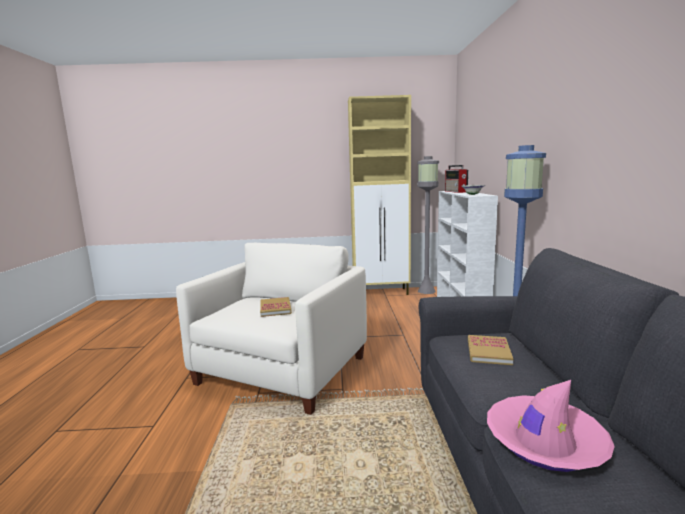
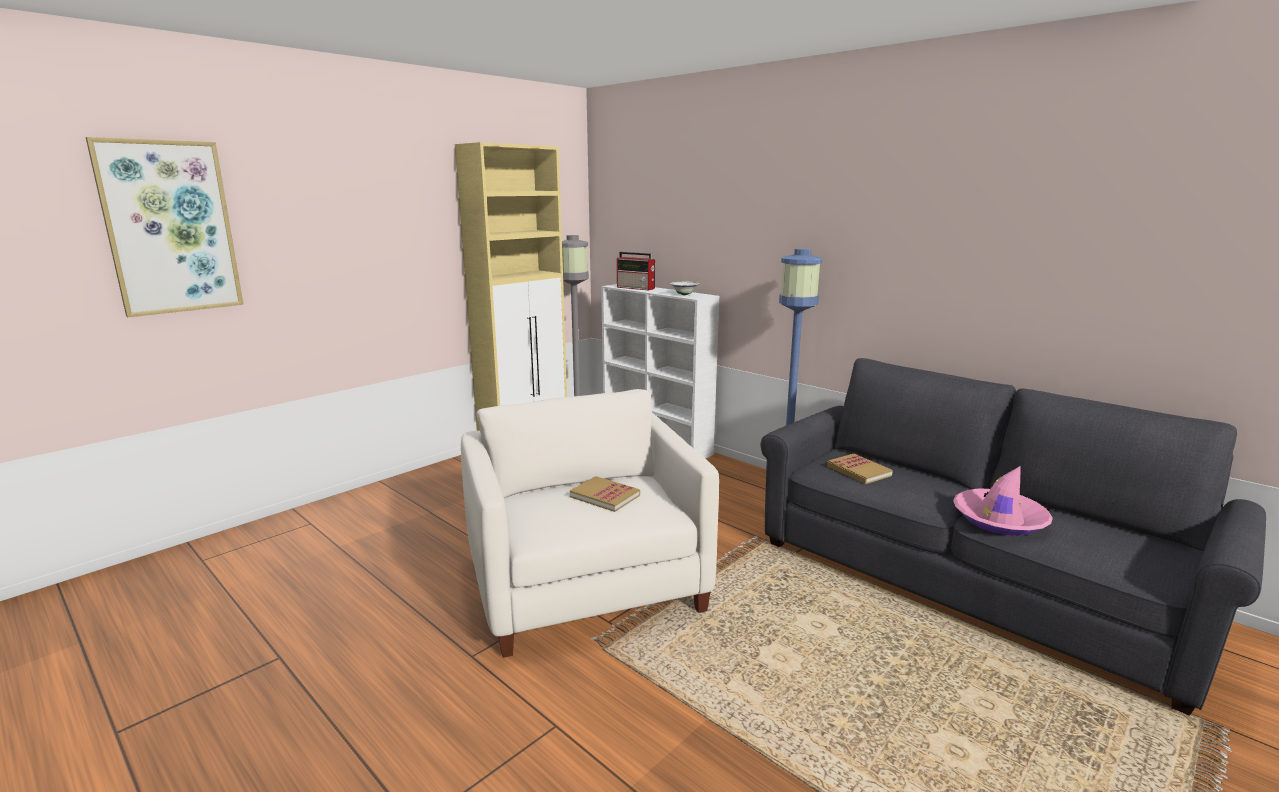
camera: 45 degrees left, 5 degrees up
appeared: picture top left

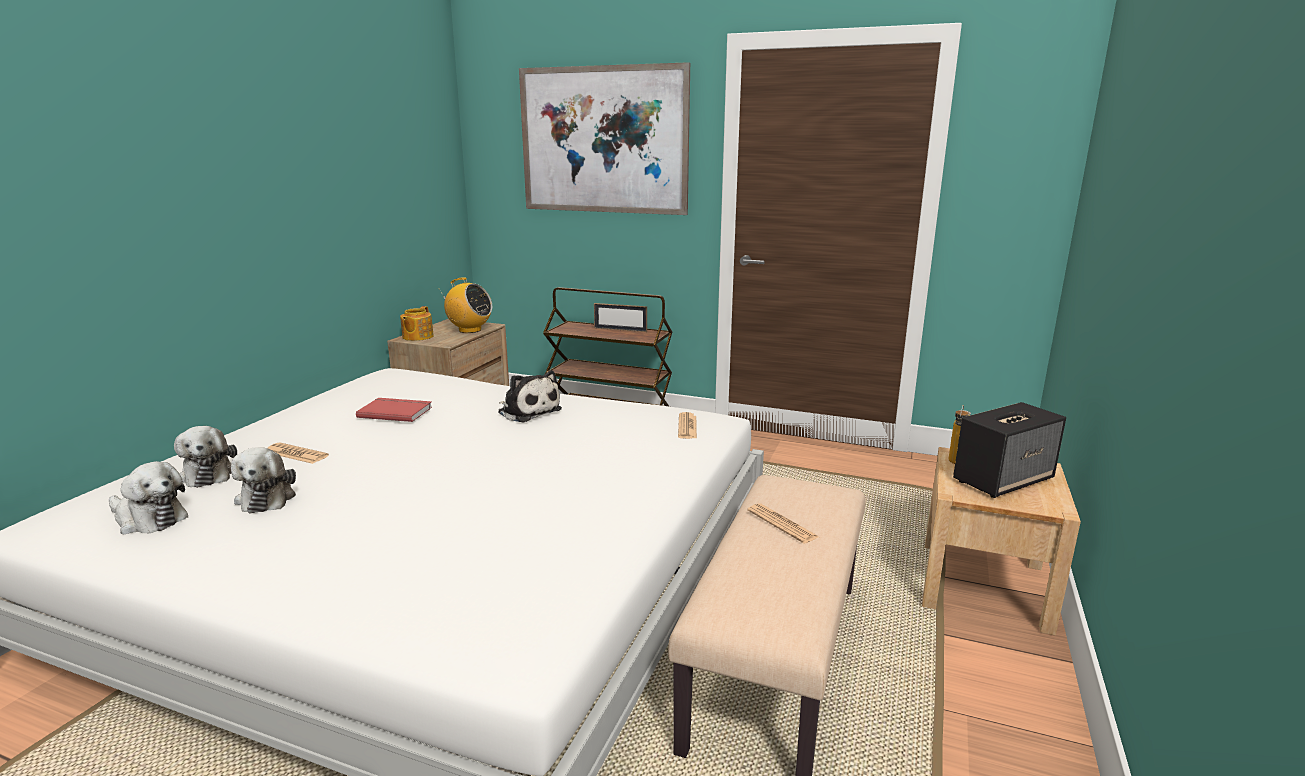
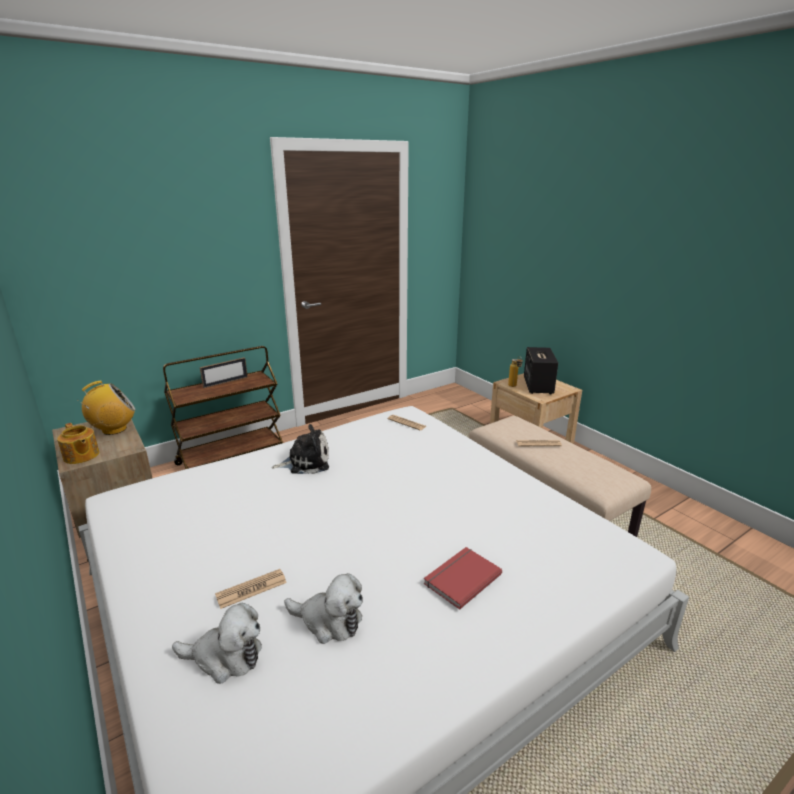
camera: 55 degrees left, 5 degrees up
missing: picture top centre; plush toy (no. 1 from left) middle left
relocated: red book middle left to bottom centre

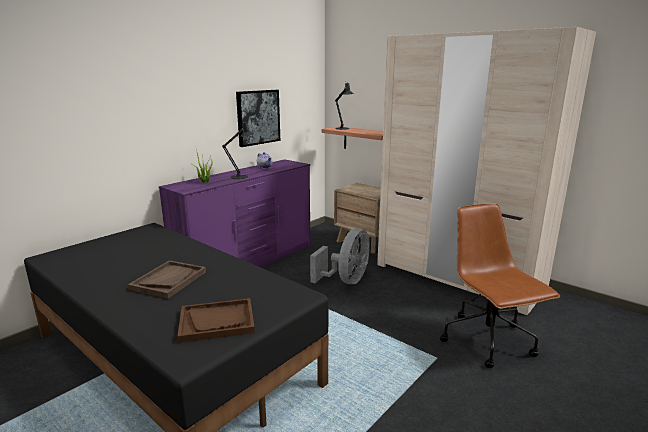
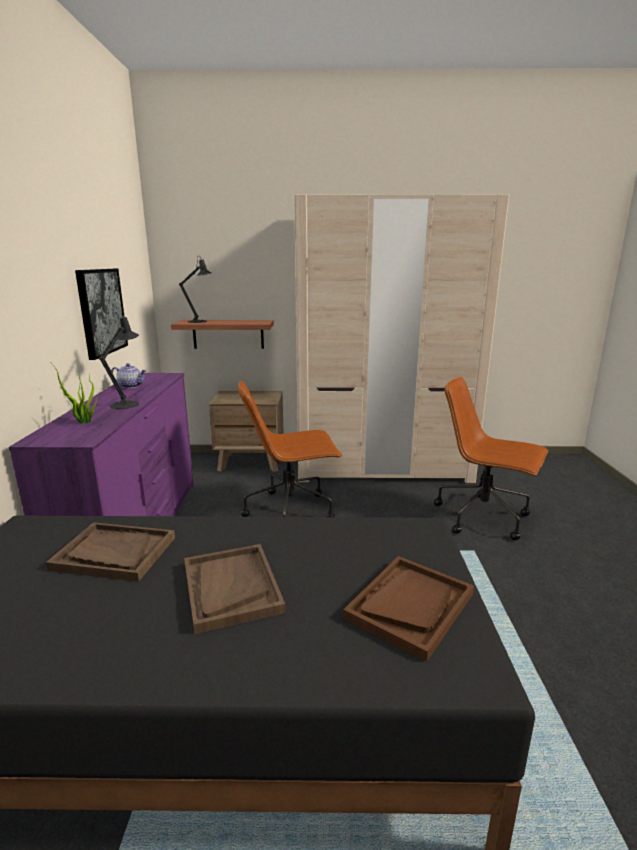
camera: 40 degrees left, 0 degrees up
appeared: brown tray (no. 1 from left) middle left
exchanged: grey fan centre to brown office chair (no. 1 from left) centre

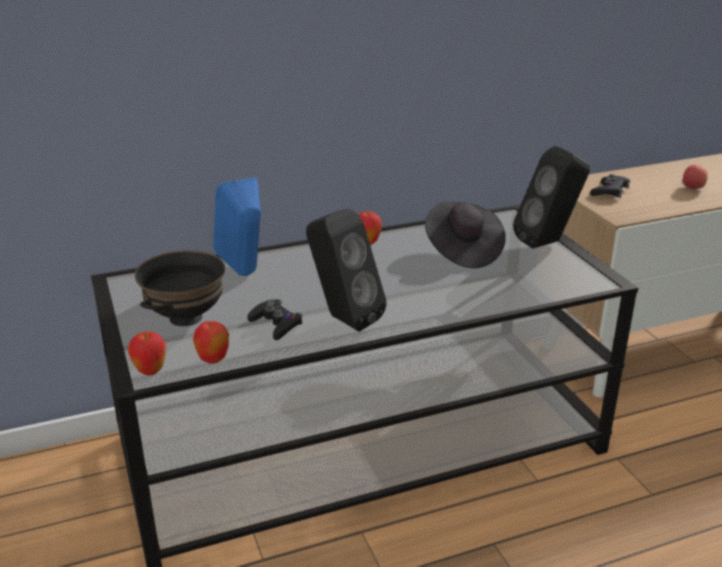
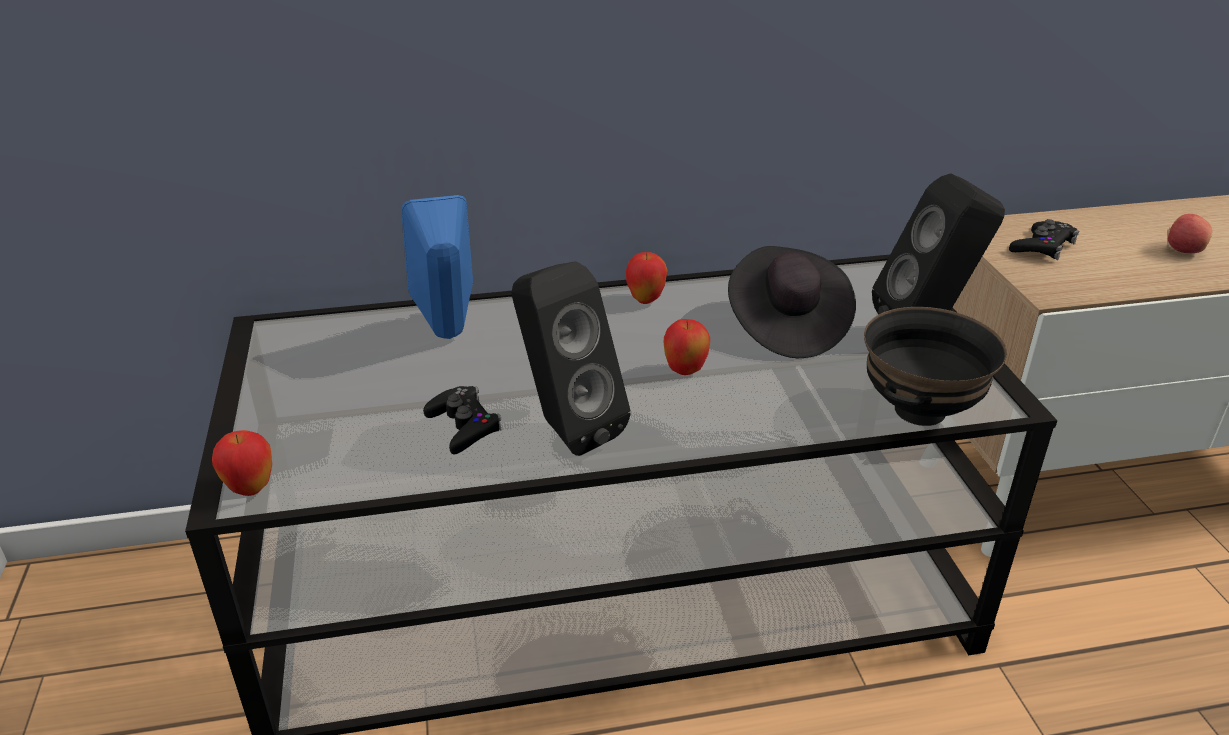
camera: 10 degrees right, 5 degrees up
relocated: black bowl middle left to middle right; apple (no. 2 from left in the first image) middle left to apple (no. 3 from left) centre

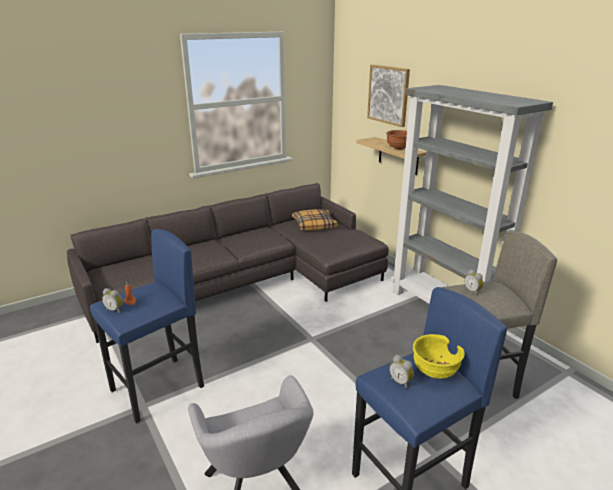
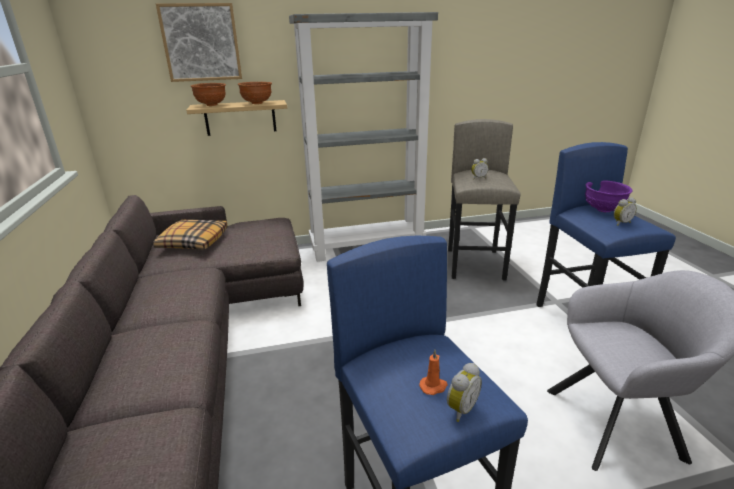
camera: 70 degrees left, 0 degrees up
appeared: brown bowl (no. 1 from left) top left
colour: yellow bowl bottom right to purple bowl middle right

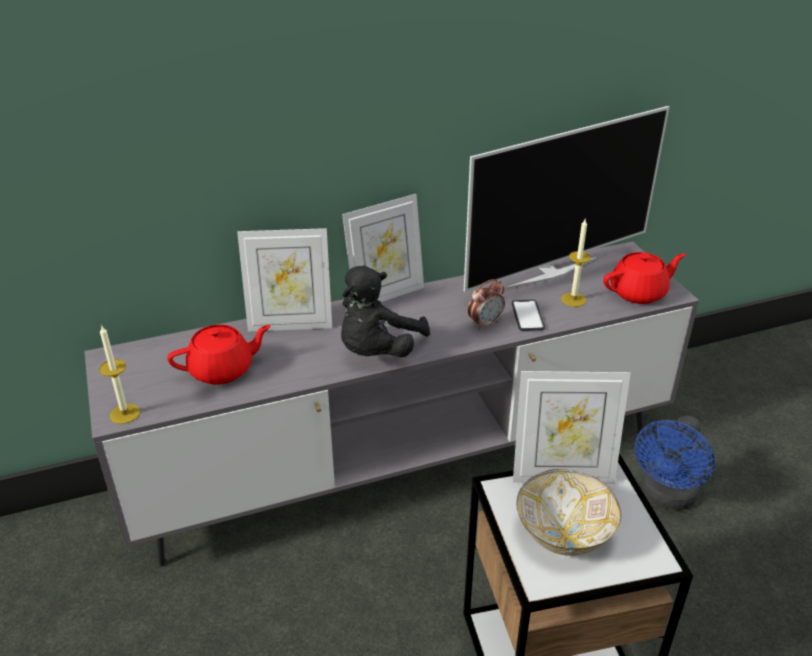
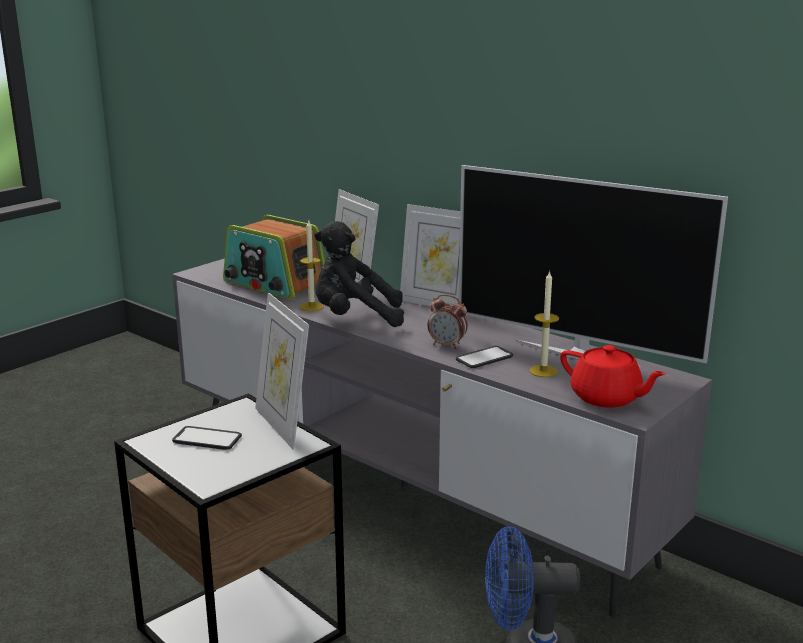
camera: 60 degrees right, 15 degrees down
relocated: candle (no. 1 from left) middle left to centre
exchanged: red teapot (no. 1 from left) middle left to radio centre; bowl bottom right to phone (no. 1 from left) bottom left

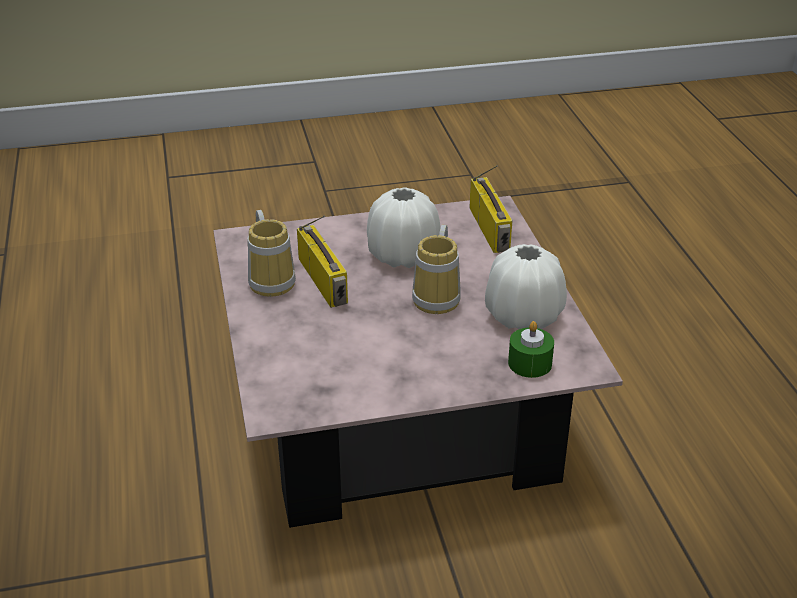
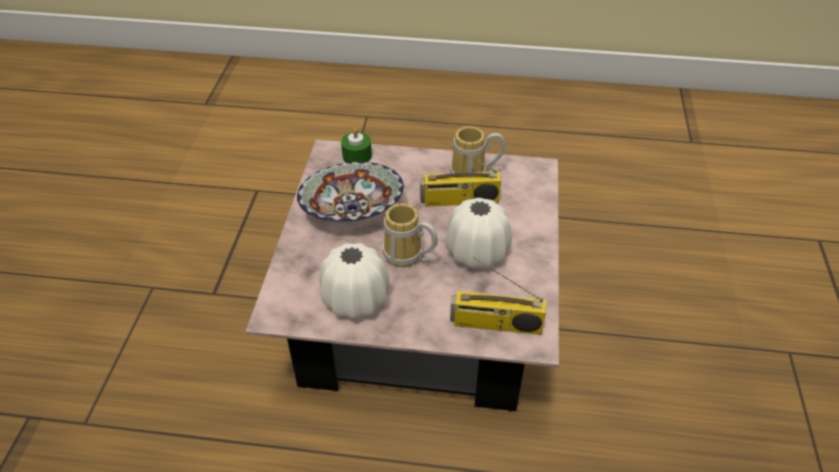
camera: 110 degrees right, 10 degrees up
appeared: bowl centre
relocated: green candle centre to top centre

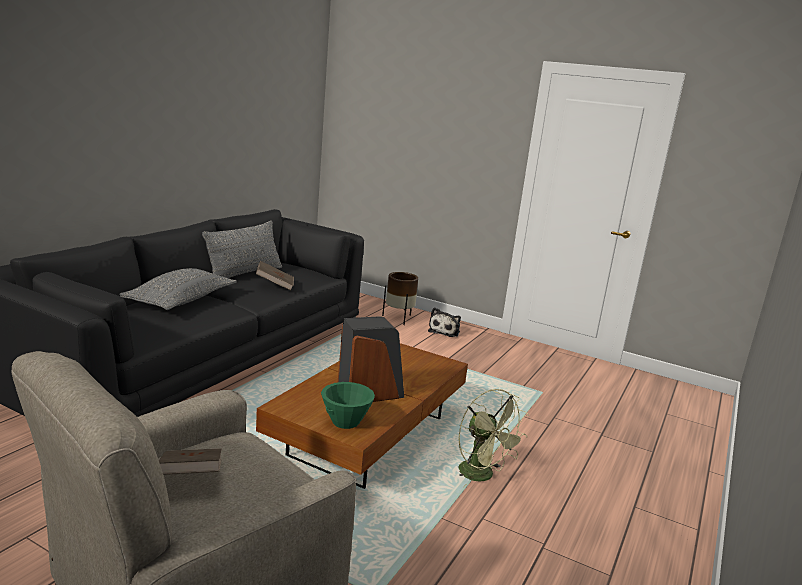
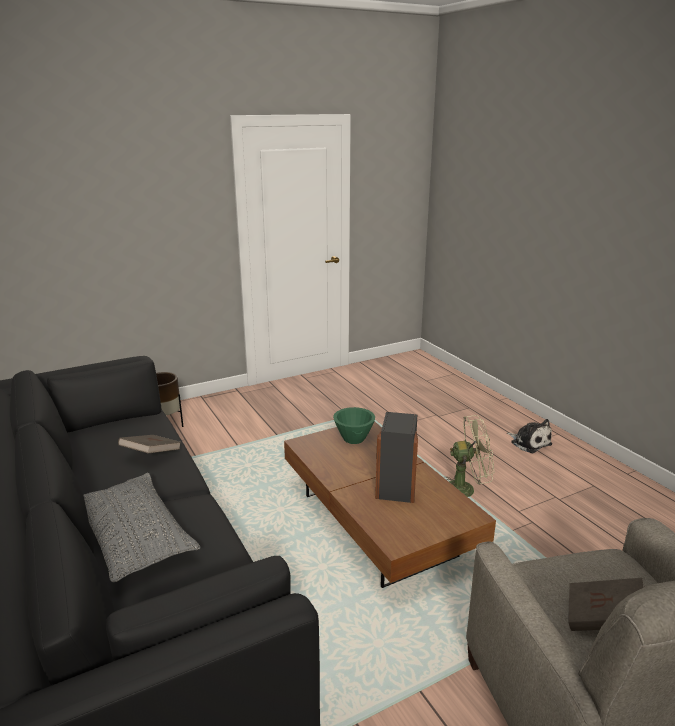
camera: 55 degrees left, 5 degrees up
missing: grey pillow (no. 2 from left) middle left
relocated: plush toy centre to middle right; green bowl bottom centre to centre

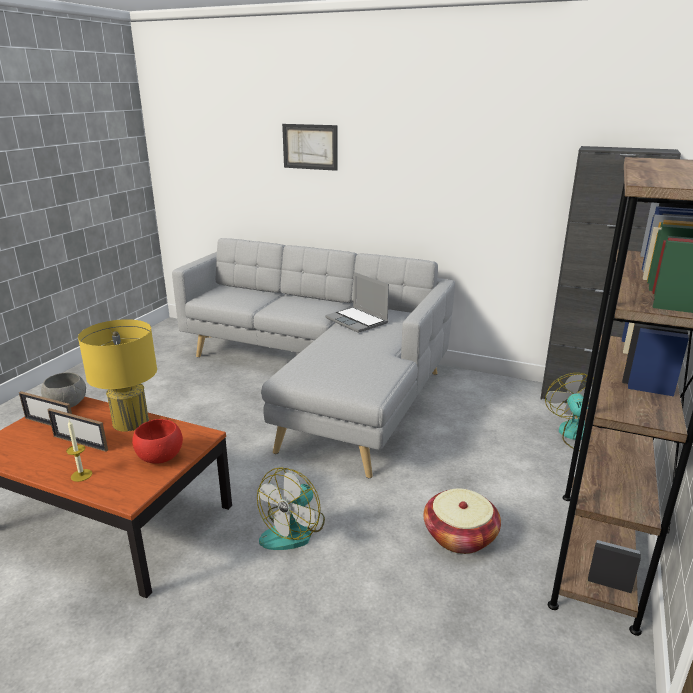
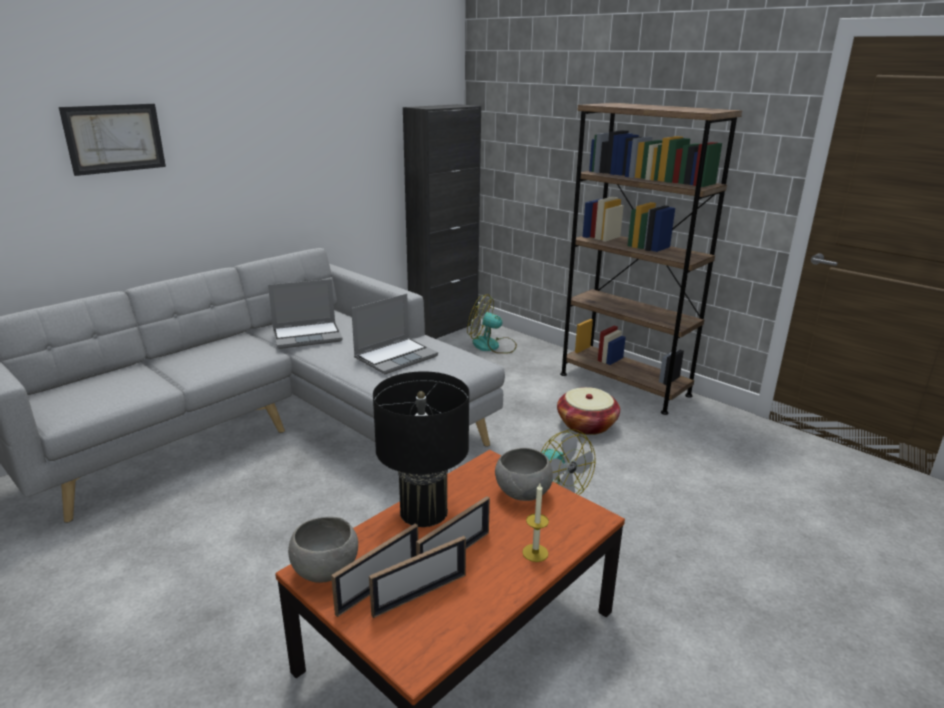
camera: 70 degrees left, 0 degrees up
appeared: laptop (no. 2 from left) centre; picture frame (no. 2 from left) bottom centre
colour: yellow table lamp middle left to black table lamp centre; red bowl middle left to grey bowl (no. 2 from left) bottom centre

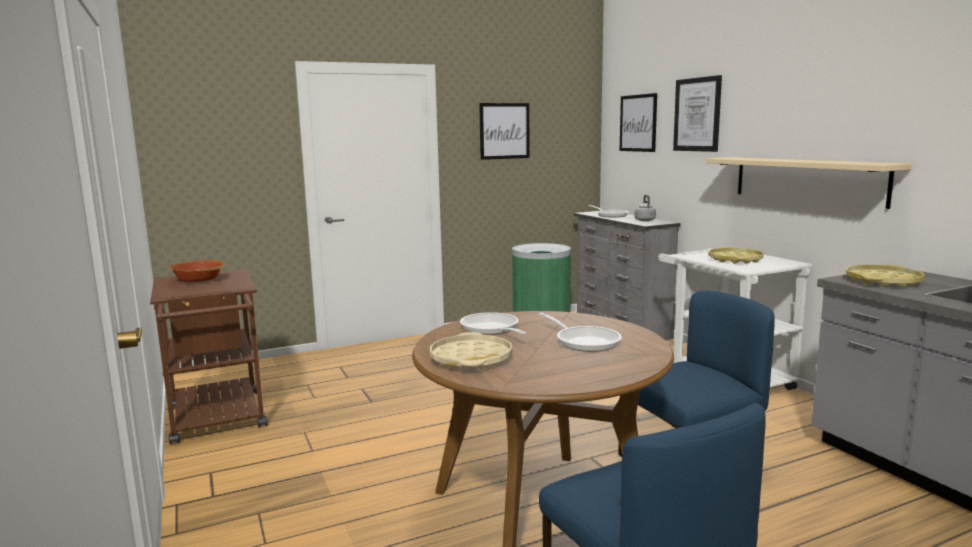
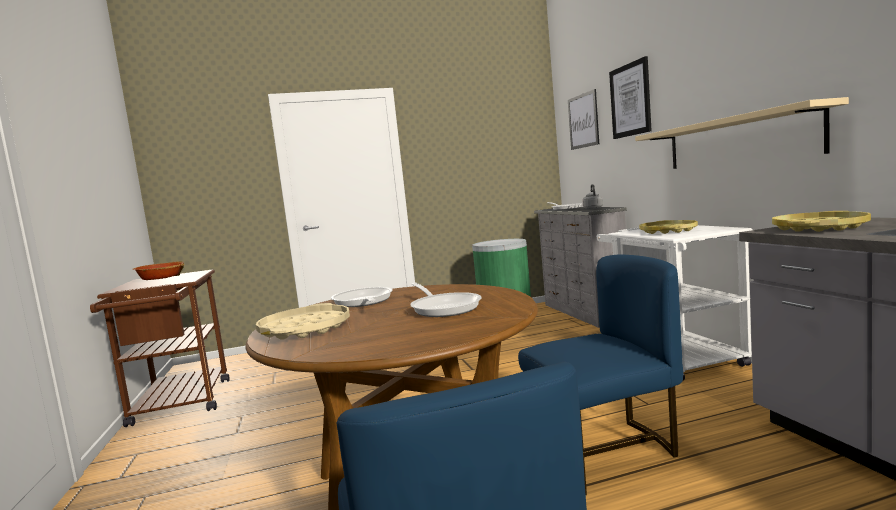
camera: 10 degrees right, 5 degrees down
missing: picture (no. 1 from left) top centre

